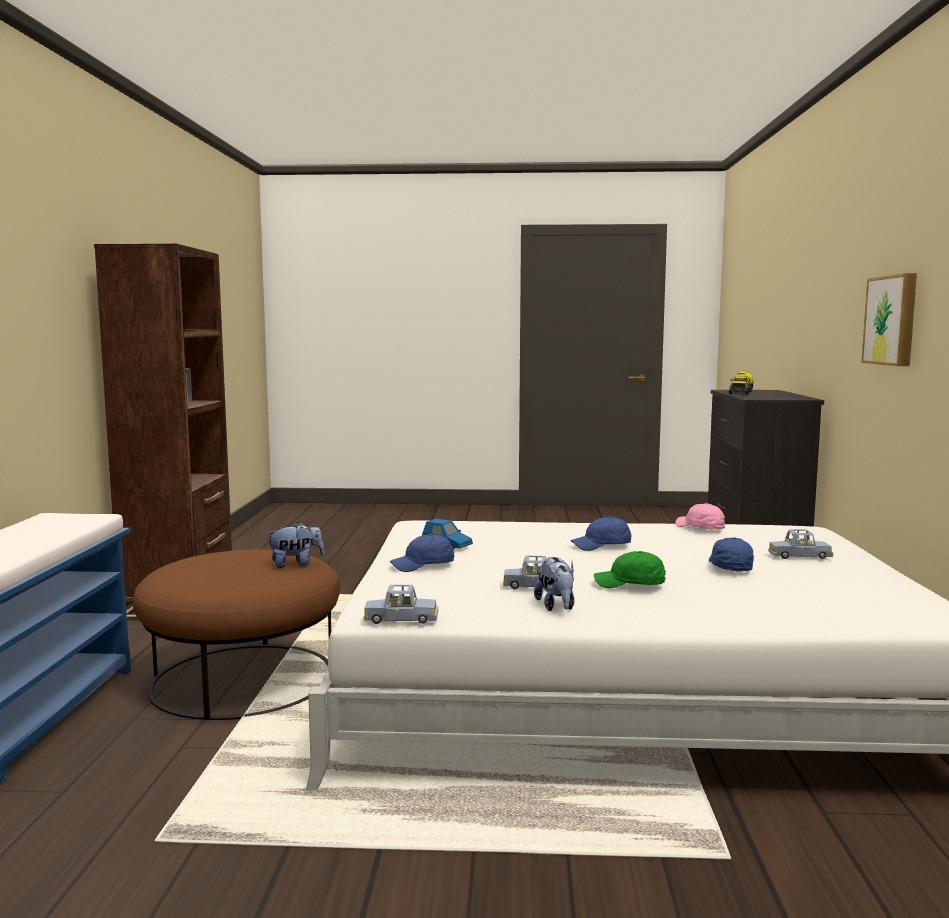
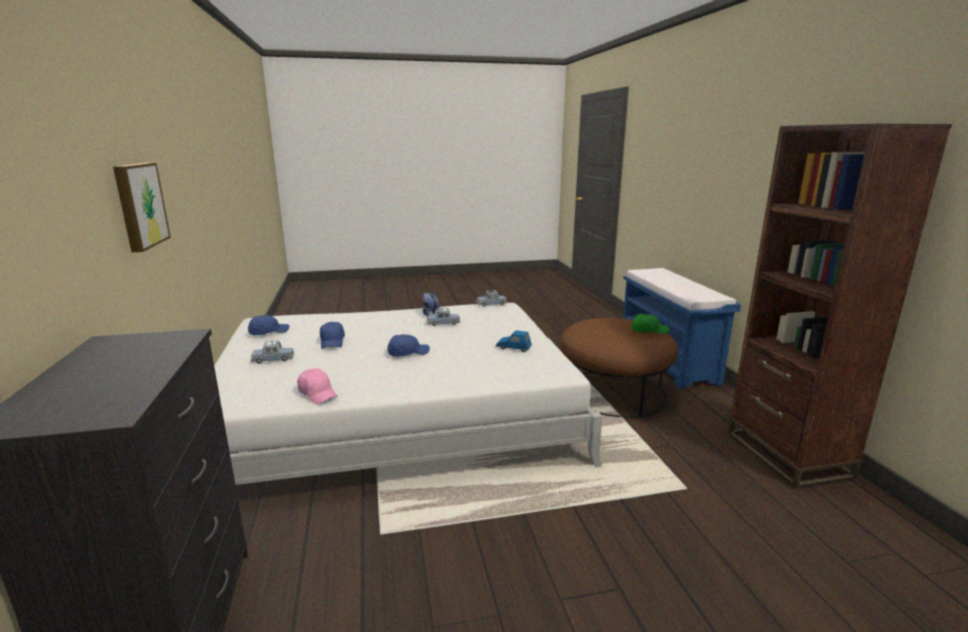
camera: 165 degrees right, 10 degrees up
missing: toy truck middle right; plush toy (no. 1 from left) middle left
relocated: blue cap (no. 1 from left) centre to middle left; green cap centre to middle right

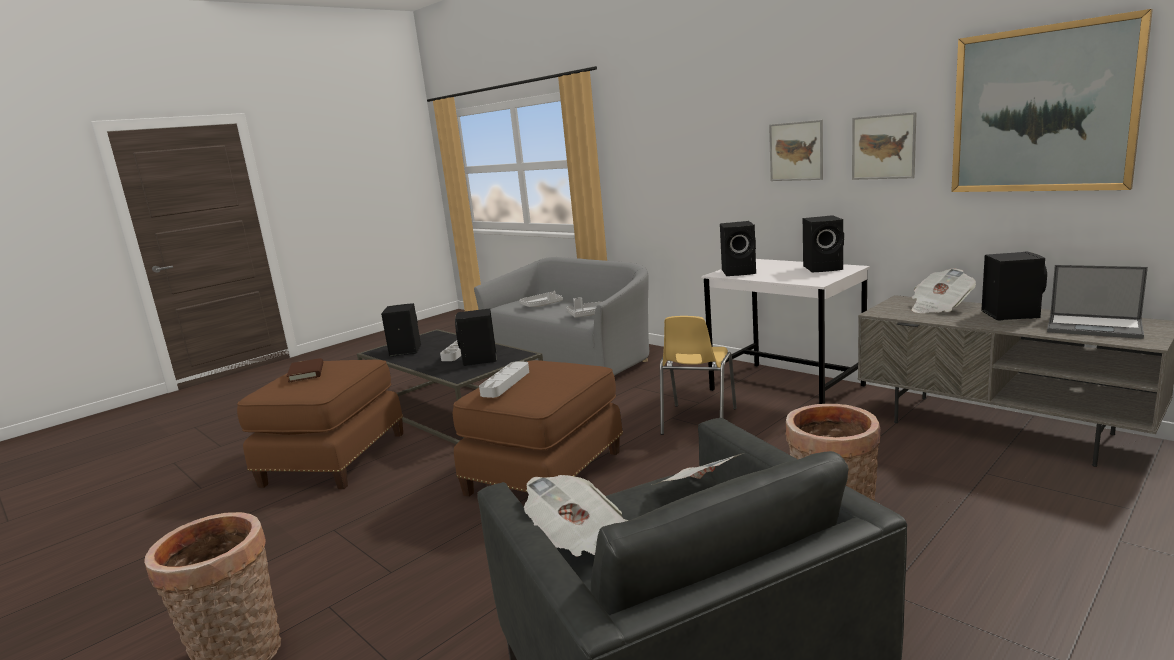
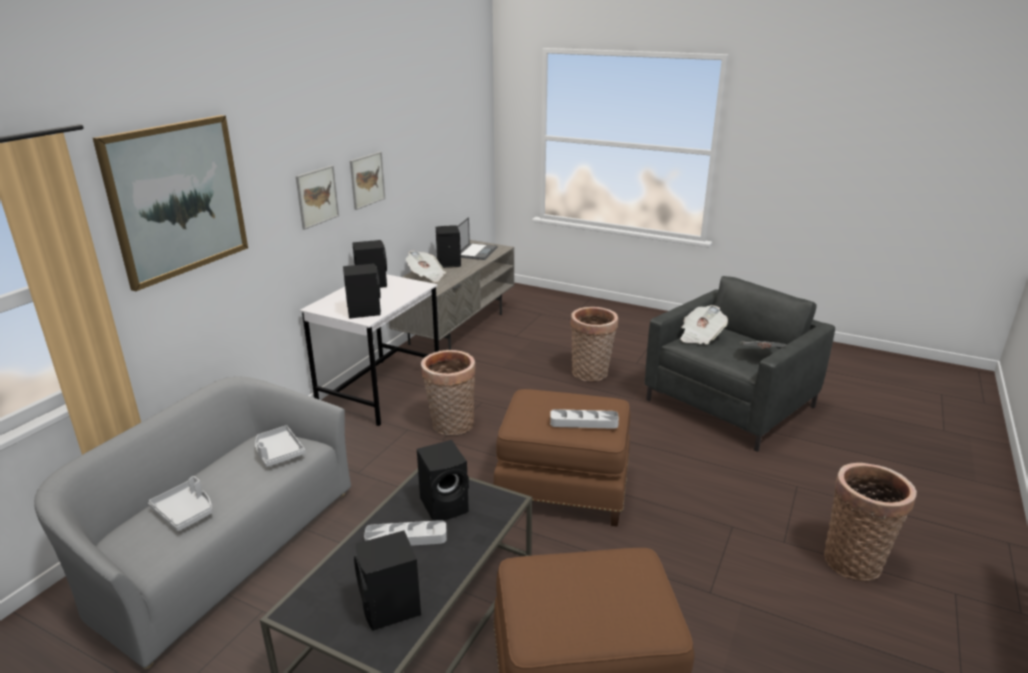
camera: 110 degrees left, 10 degrees up
missing: brown book middle left
relocated: picture (no. 3 from left in the first image) top right to picture (no. 1 from left) top left
exchanged: yellow chair centre to basket (no. 1 from left) centre

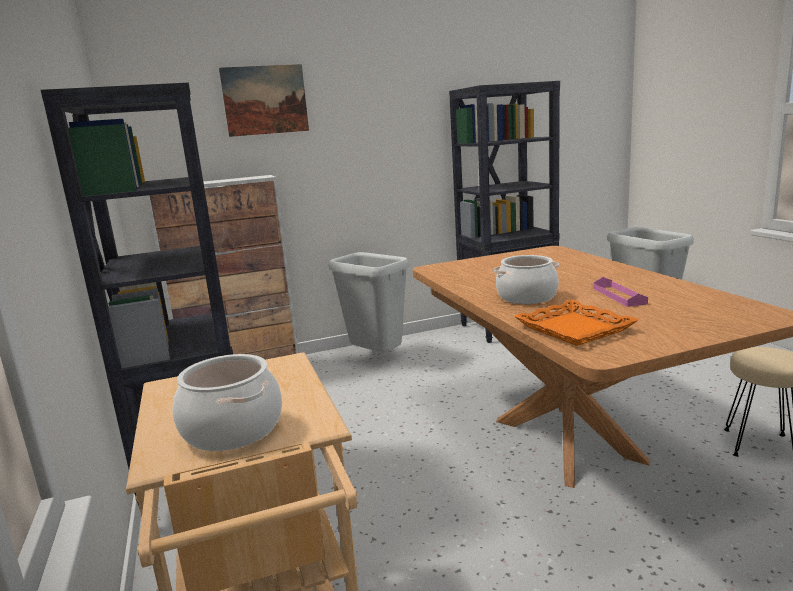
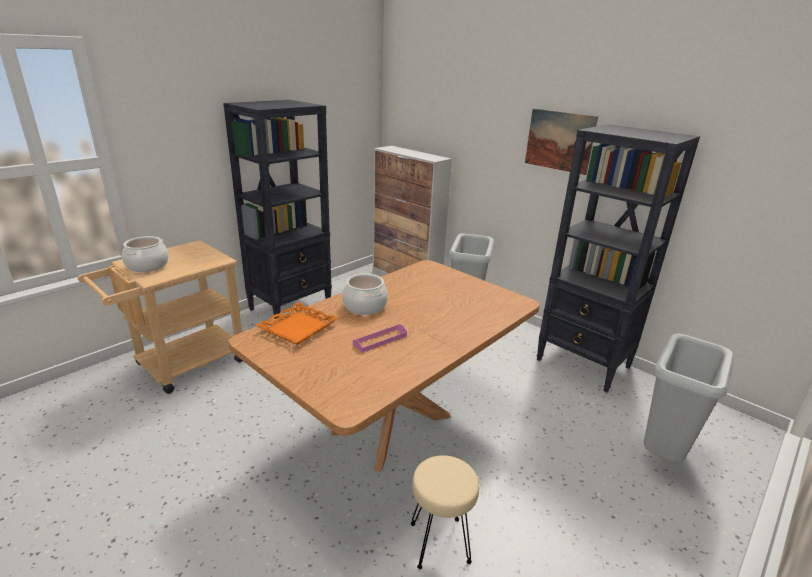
camera: 60 degrees right, 10 degrees up
relocated: picture top left to top right

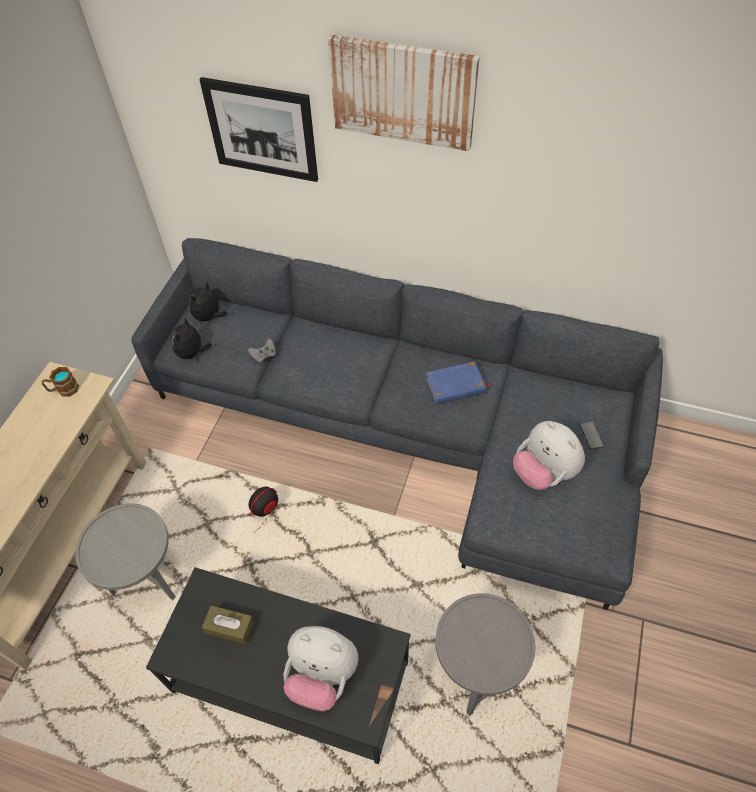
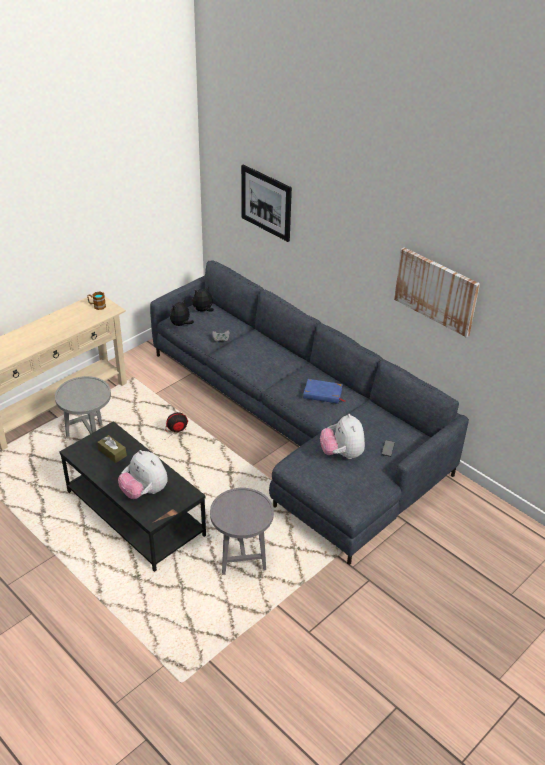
camera: 25 degrees right, 15 degrees down
relocated: picture (no. 2 from left) top centre to middle right

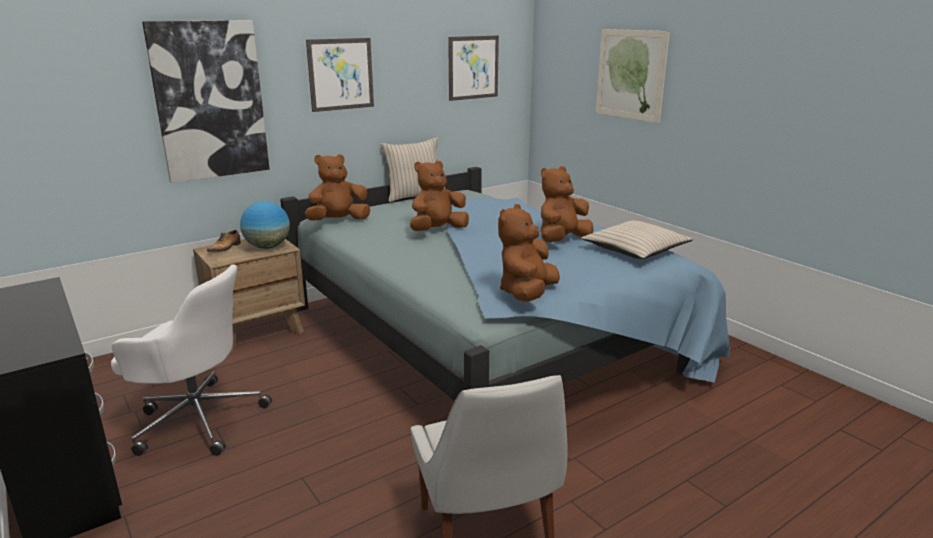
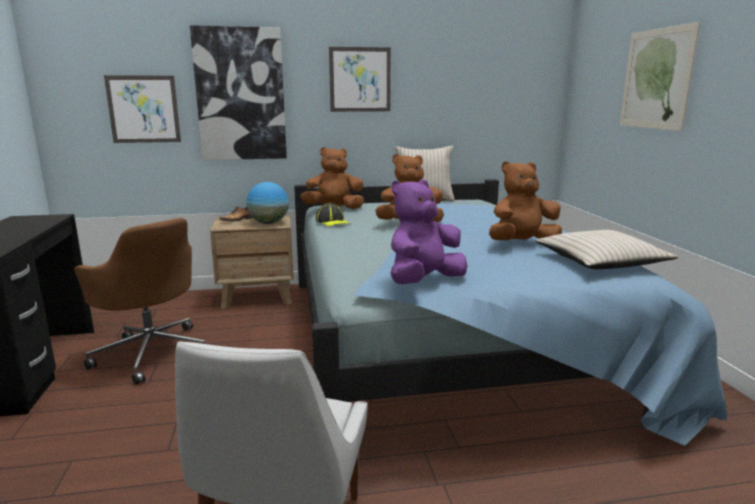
camera: 25 degrees right, 5 degrees down
appeared: cap centre
relocated: picture (no. 3 from left in the first image) top centre to picture (no. 1 from left) top left
colour: brown plush toy (no. 3 from left) centre to purple plush toy centre; white office chair bottom left to brown office chair middle left

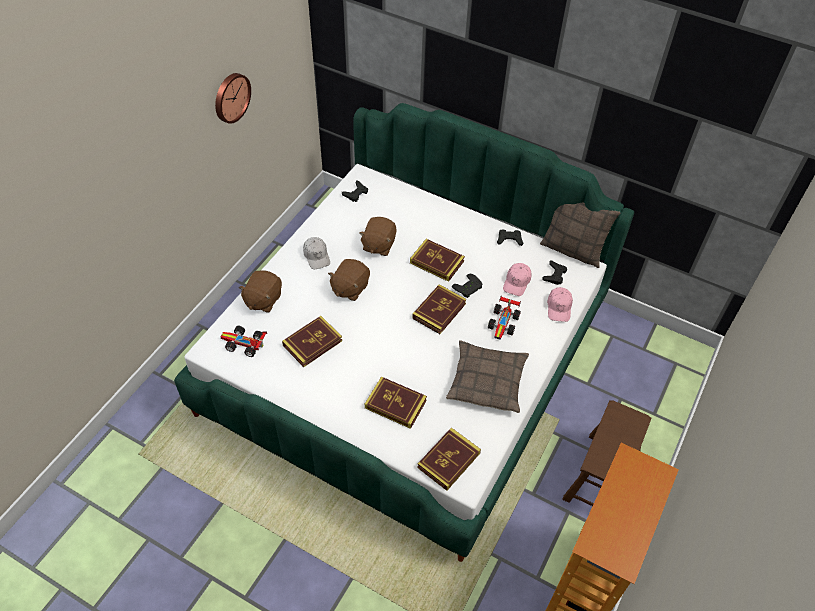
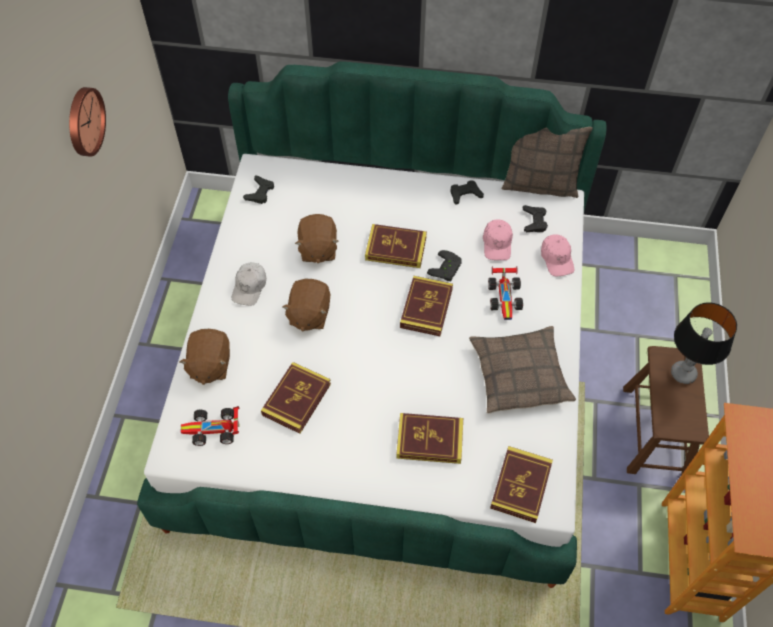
camera: 20 degrees left, 5 degrees up
appeared: table lamp middle right
spun: white cap centre = middle left 60 degrees clockwise

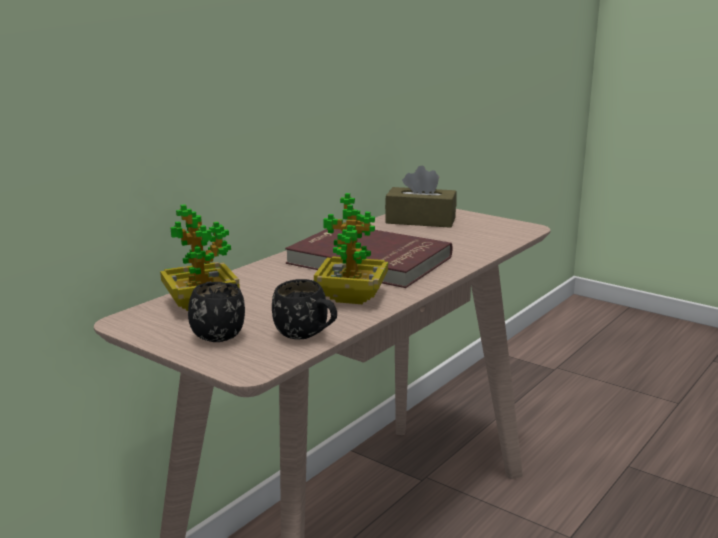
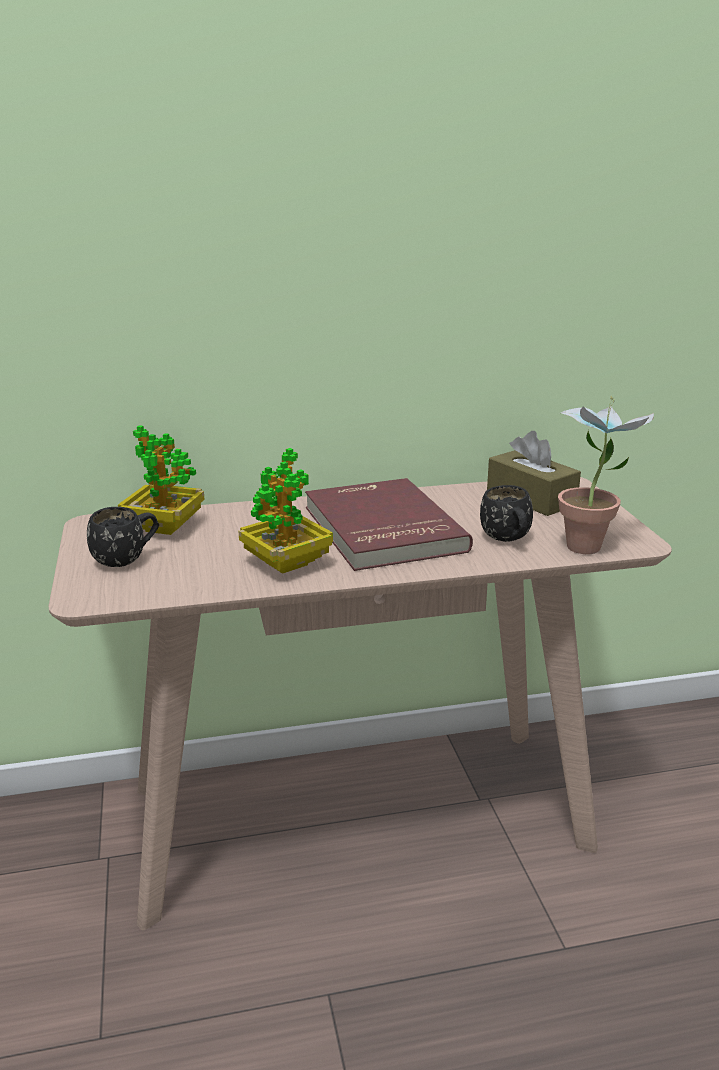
camera: 40 degrees right, 5 degrees up
appeared: potted plant (no. 3 from left) middle right
relocated: black mug (no. 2 from left) centre to middle right

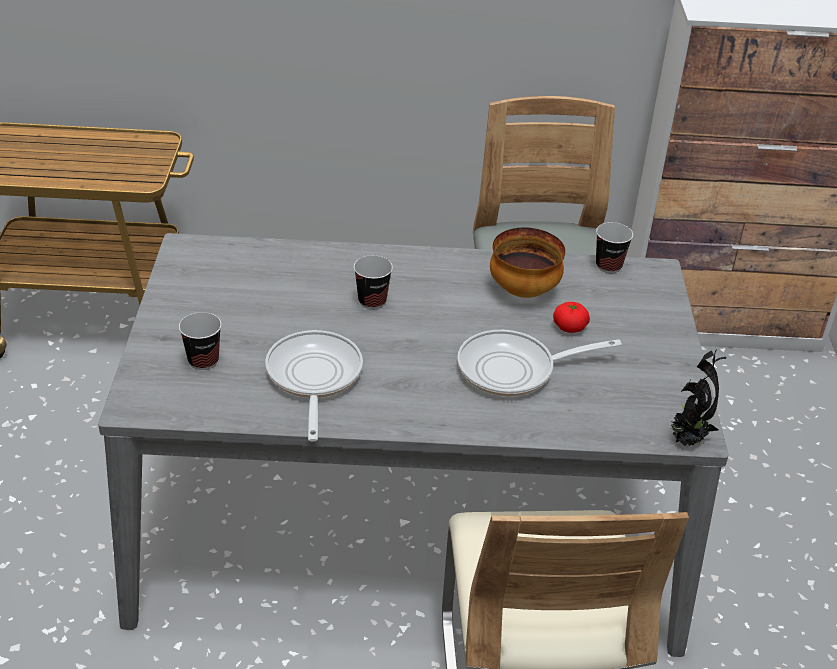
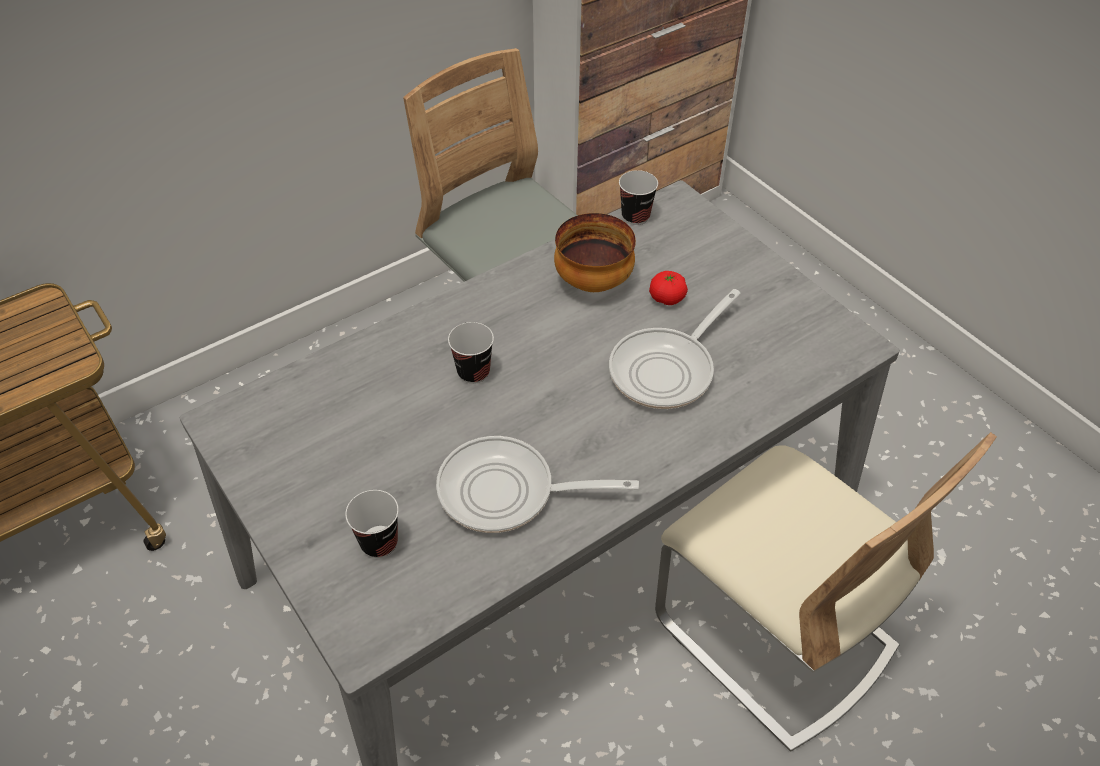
camera: 35 degrees left, 10 degrees up
missing: potted plant middle right
spun: frying pan (no. 1 from left) centre = centre 45 degrees counterclockwise

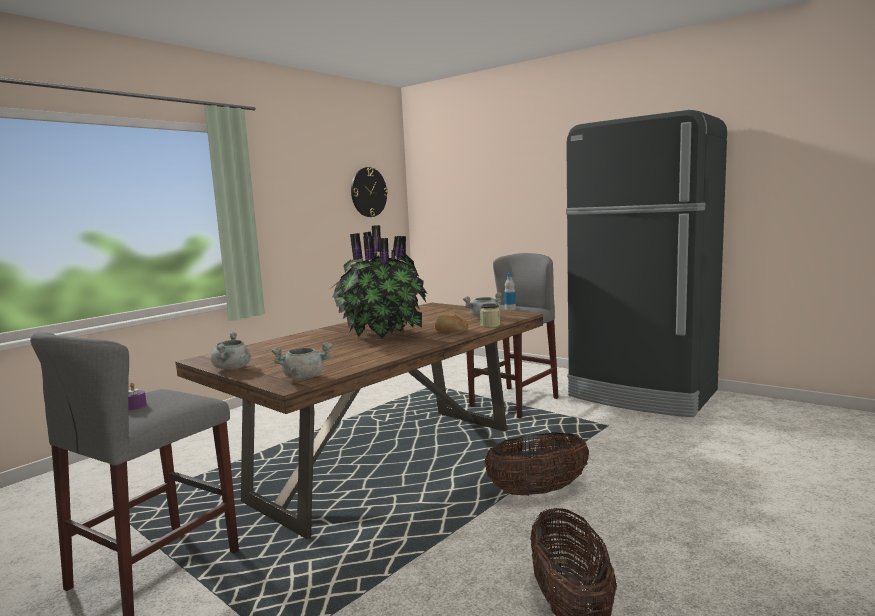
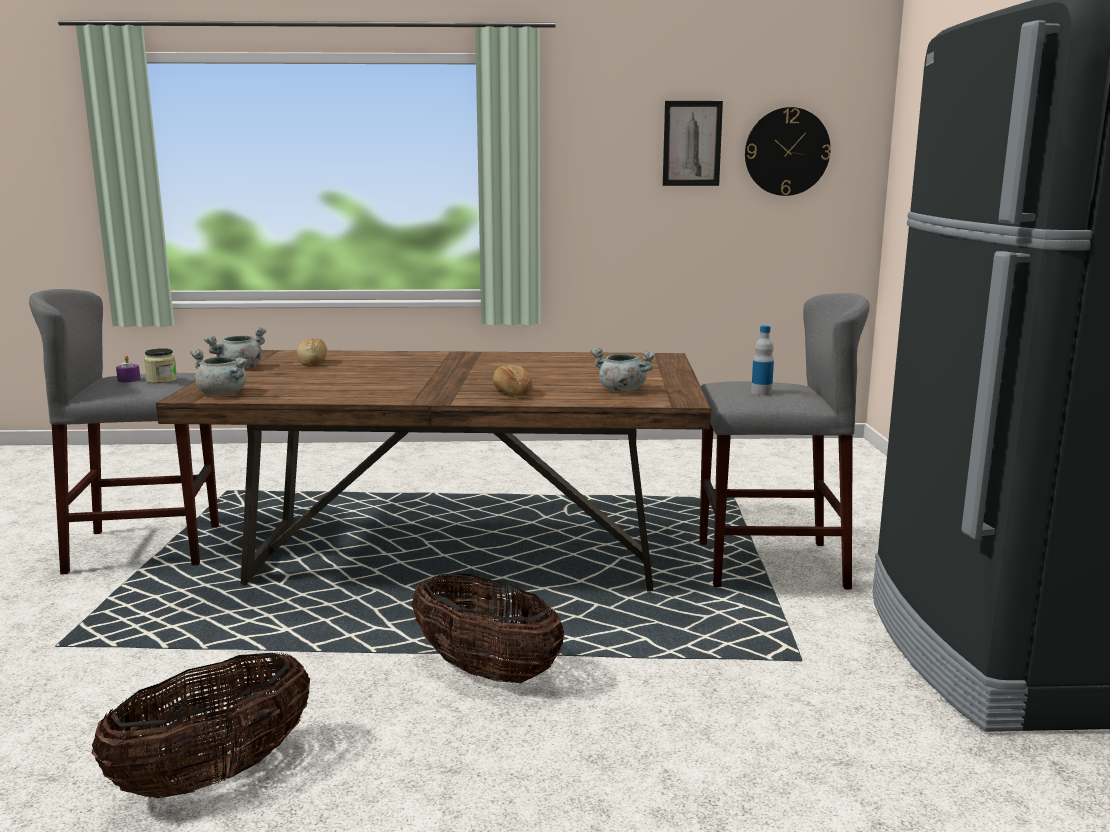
camera: 50 degrees right, 5 degrees up
missing: potted plant centre
appeared: picture top centre; bread (no. 1 from left) middle left
relocated: jar centre to middle left

